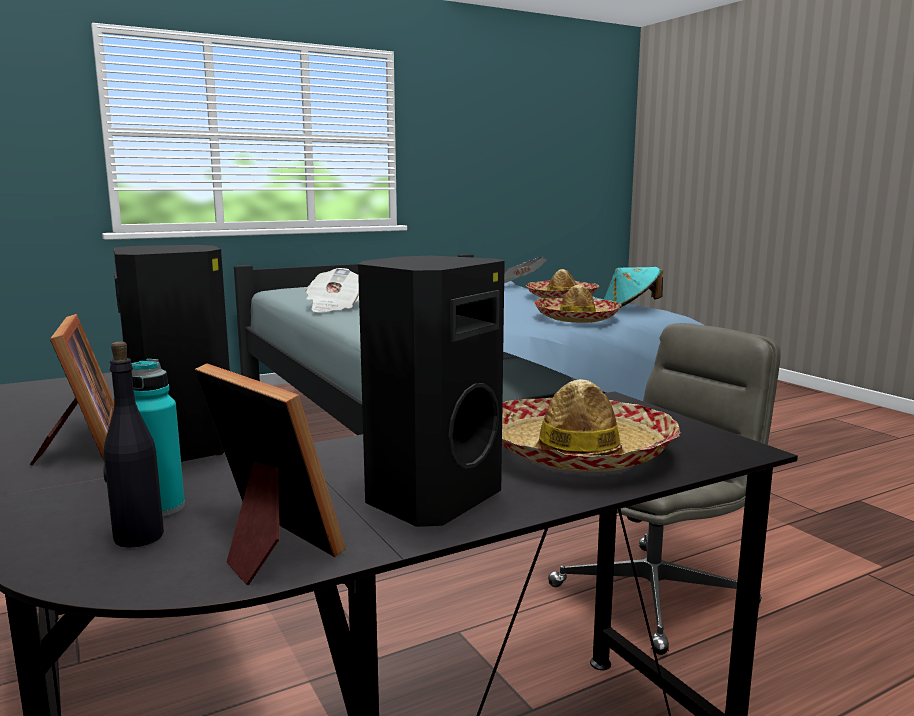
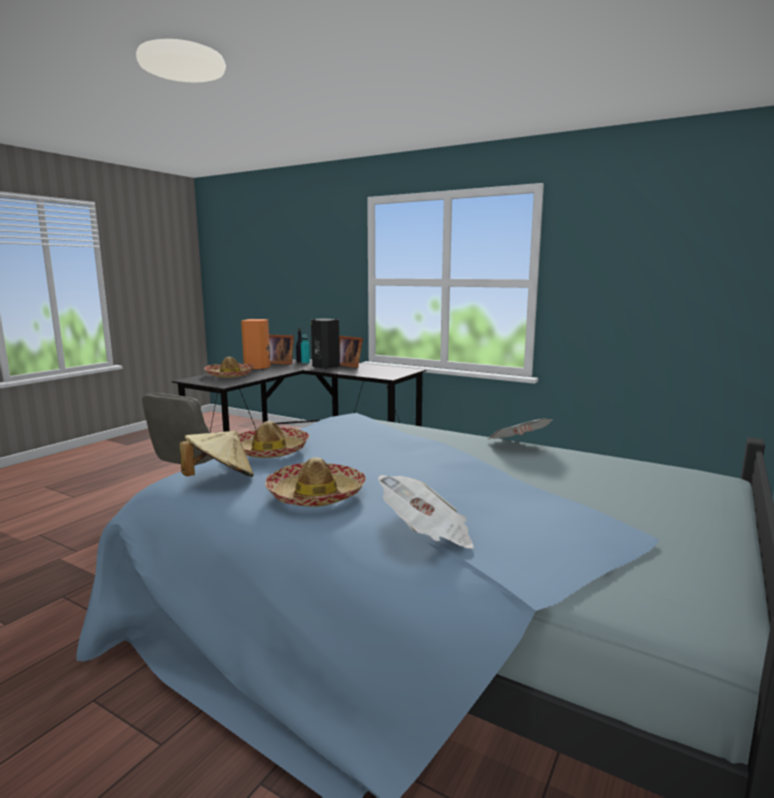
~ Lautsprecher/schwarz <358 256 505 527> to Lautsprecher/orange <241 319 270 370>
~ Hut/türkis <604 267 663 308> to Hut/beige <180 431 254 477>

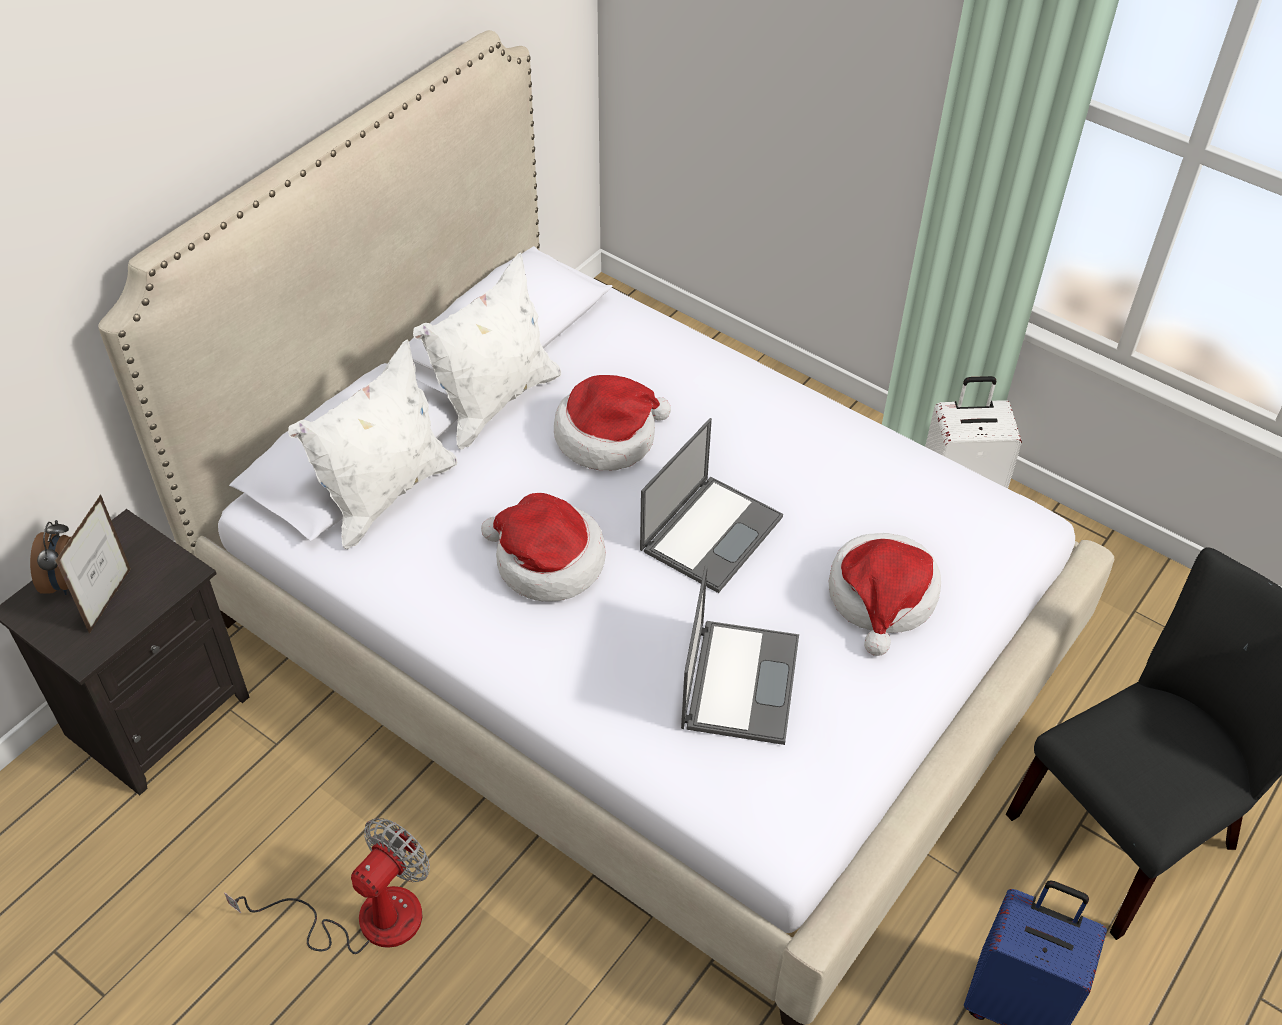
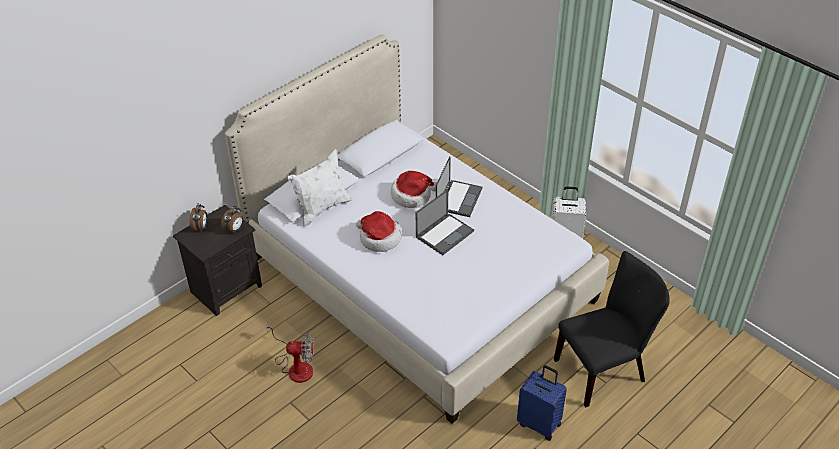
- Bilderrahmen <55 494 131 634>
- Kissen/weiß <413 252 561 450>
- Hut <828 533 941 656>
+ Wecker <221 206 244 234>
~ Laptop <681 565 799 745> to <436 156 483 217>
~ Ventilator <224 818 430 954> = <266 323 314 383> 45 degrees clockwise

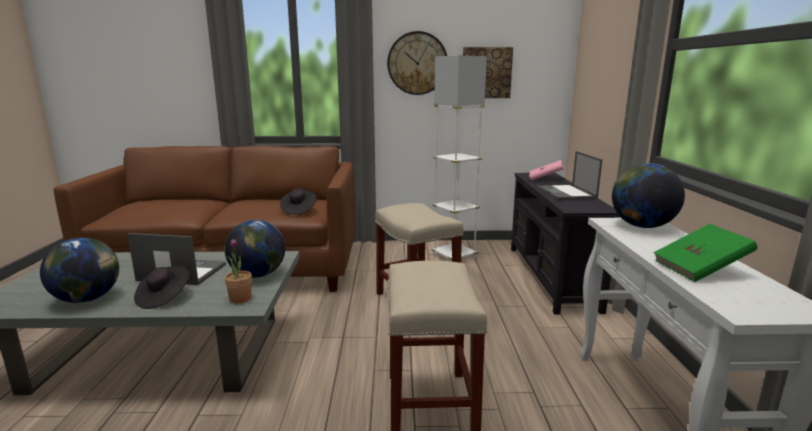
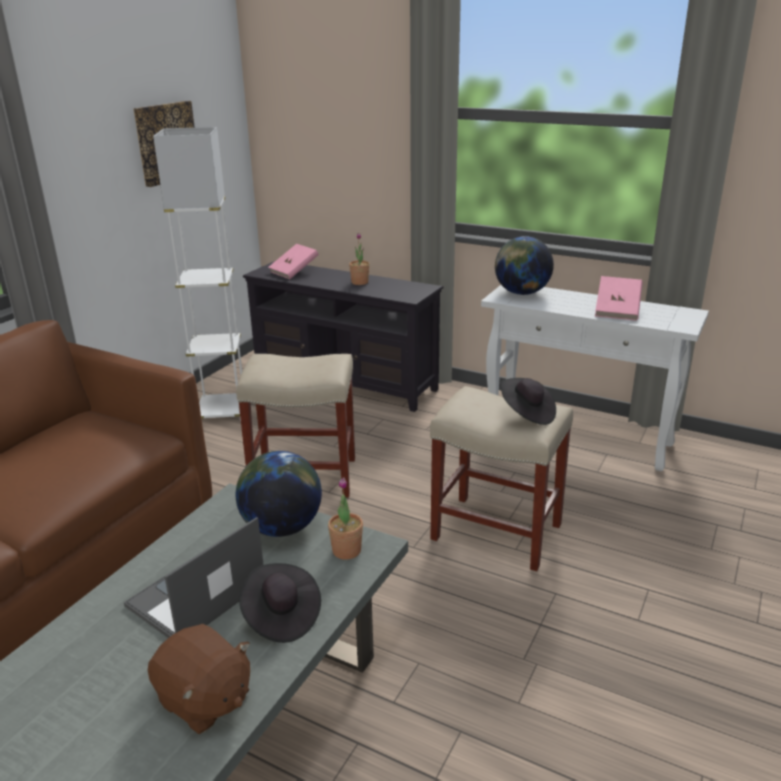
- Wanduhr <387 31 447 95>
~ Hut/schwarz <280 189 317 215> to <501 378 556 425>
~ Globus <40 238 119 303> to Plüschtier/braun <148 624 250 734>
~ Laptop <537 151 602 200> to Topfpflanze <349 233 370 285>
~ Buch/grün <653 224 757 282> to Buch/rosa <595 276 643 321>

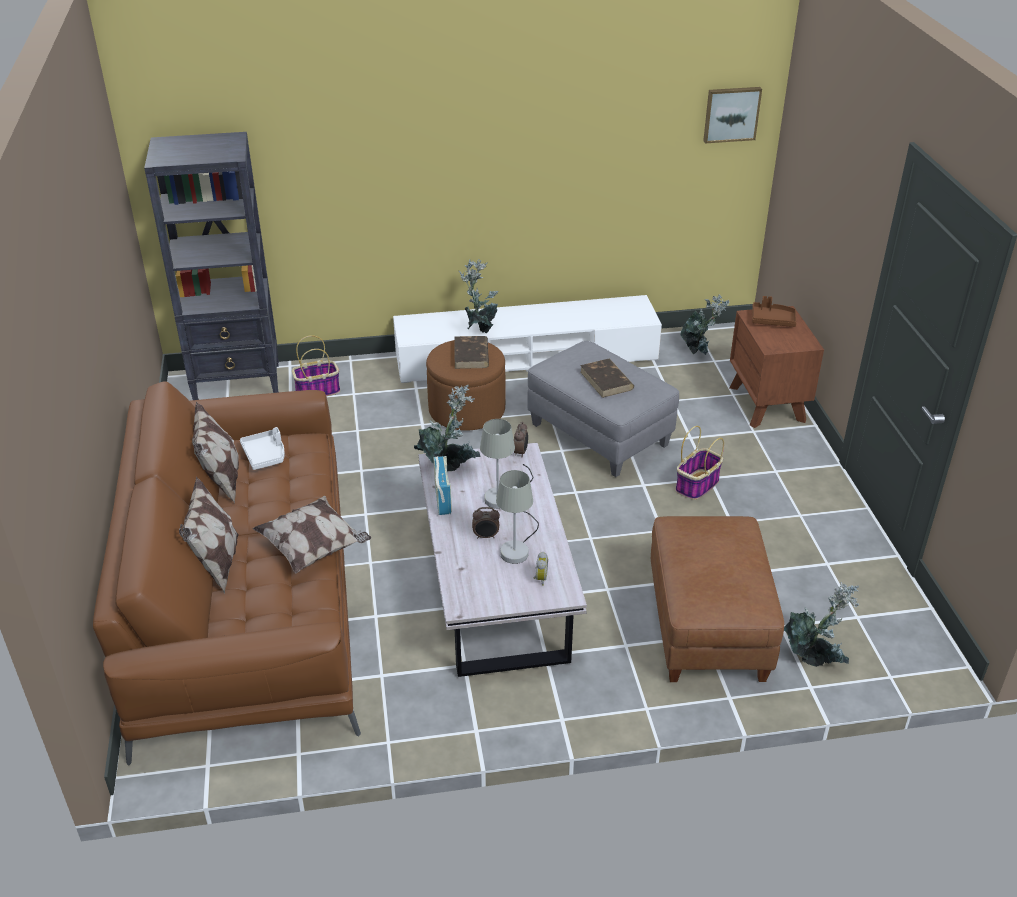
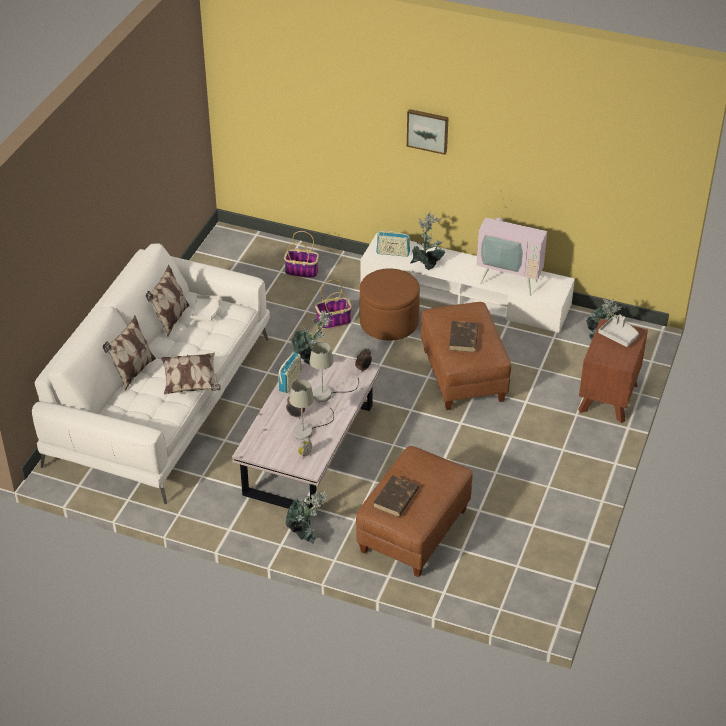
- Bücherregal/schwarz <144 132 279 400>
+ Radio <376 230 410 257>
+ Fernseher <476 191 547 296>
~ Buch/braun <455 336 489 369> to <373 475 419 517>
~ Korb <675 426 724 500> to <315 280 352 329>
~ Bild <703 87 762 144> to <407 109 449 155>
~ Topfpflanze <784 582 859 667> to <286 490 327 544>
~ Sofa/braun <93 381 361 766> to Sofa/weiß <32 244 270 505>
~ Polsterhocker/grau <528 341 679 477> to Polsterhocker/braun <421 302 511 410>
~ Tablett/braun <752 296 797 327> to Tablett/grau <598 314 639 347>

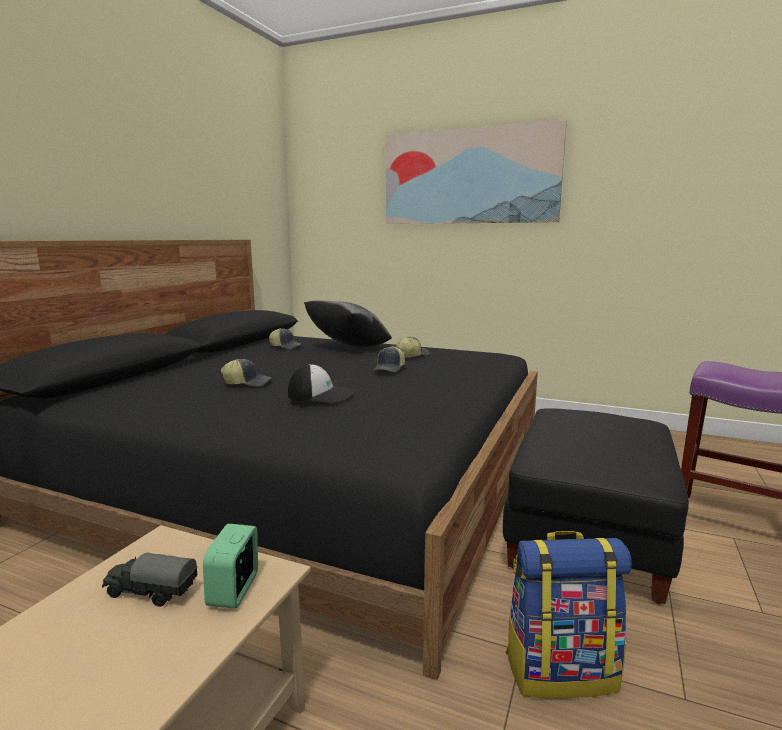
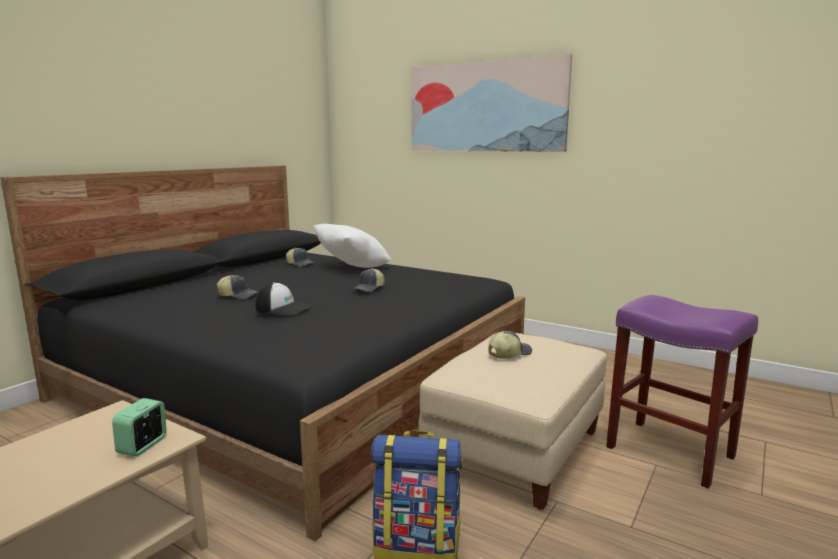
- Spielzeuglaster <102 553 198 607>
~ Kappe <396 337 430 358> to <488 331 532 359>
~ Kissen/schwarz <304 300 392 348> to Kissen/weiß <314 224 391 268>
~ Polsterhocker/schwarz <503 409 689 604> to Polsterhocker/beige <419 332 607 510>

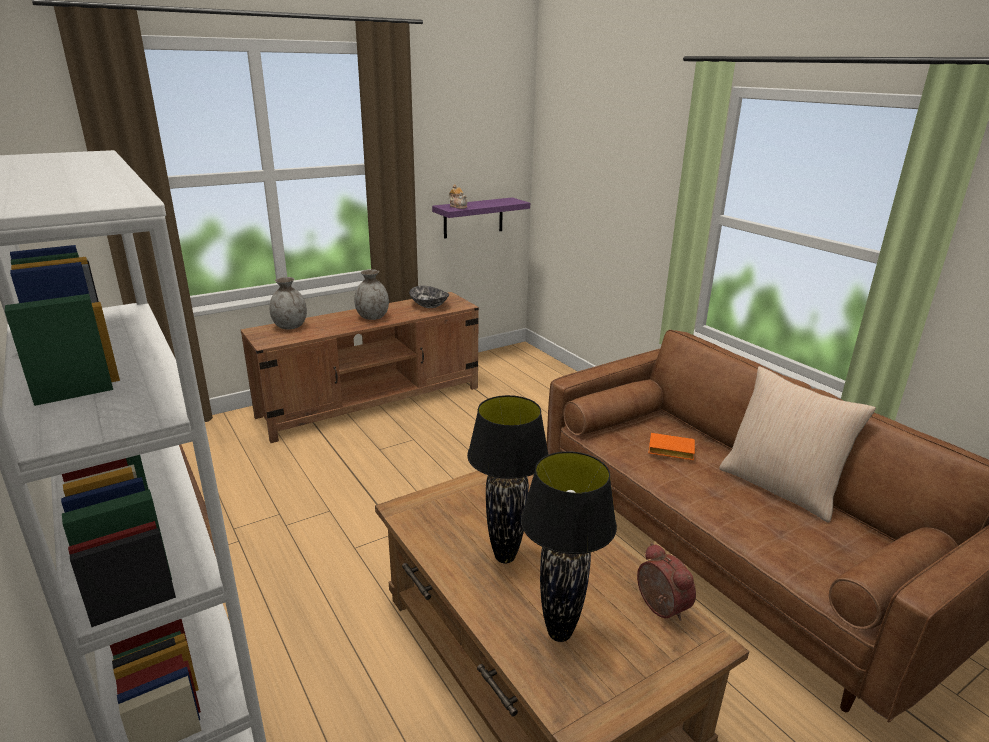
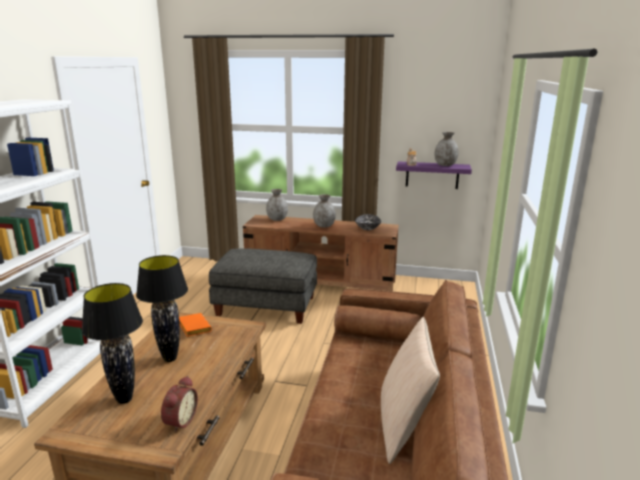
+ Polsterhocker/grau <209 248 317 324>
+ Vase/grau <434 132 459 166>
~ Buch/orange <649 433 695 460> to <179 313 212 337>

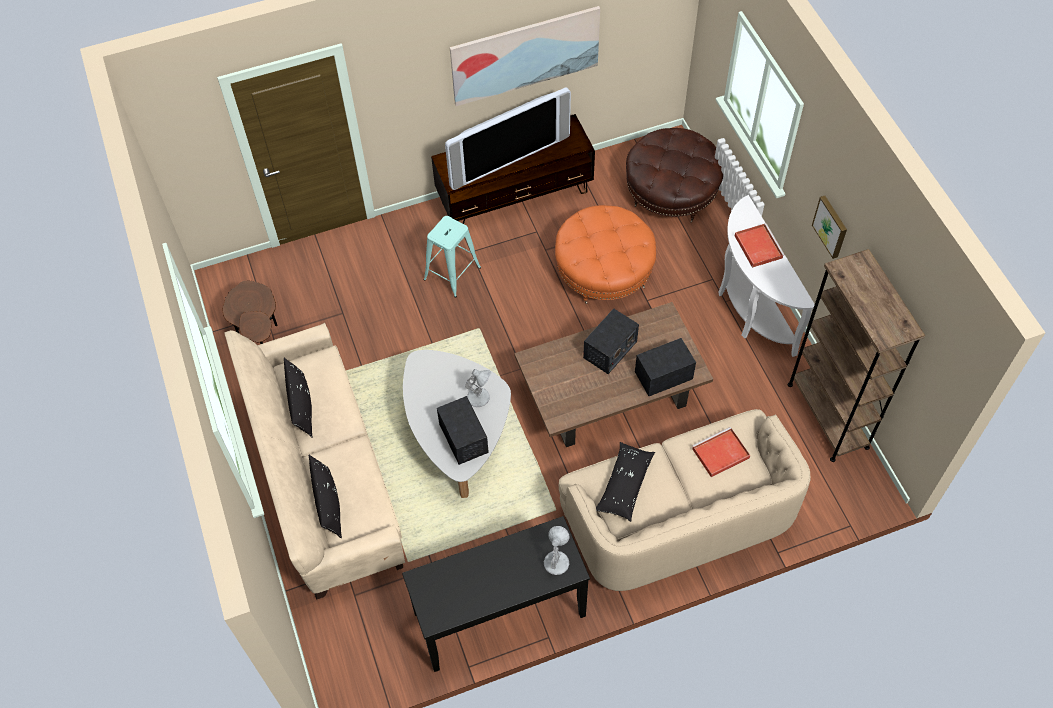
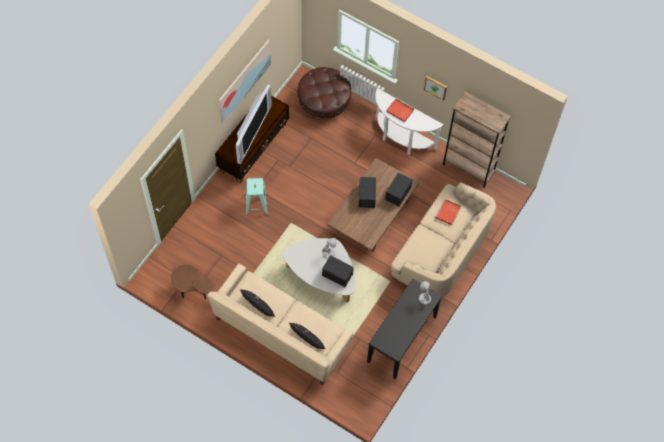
- Polsterhocker/orange <555 205 656 304>
- Kissen/schwarz <596 442 655 522>

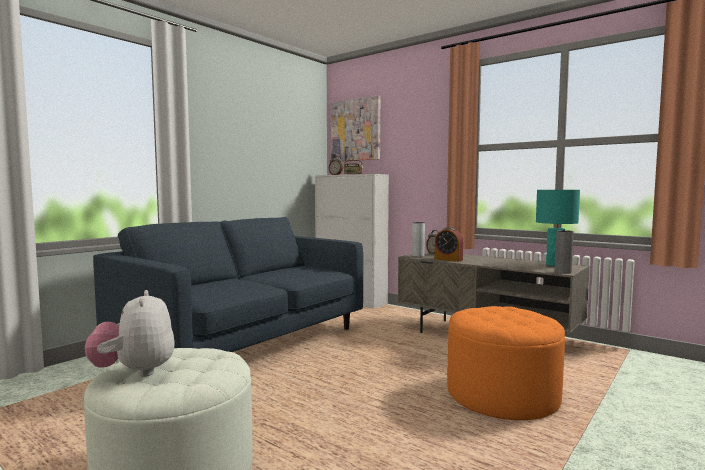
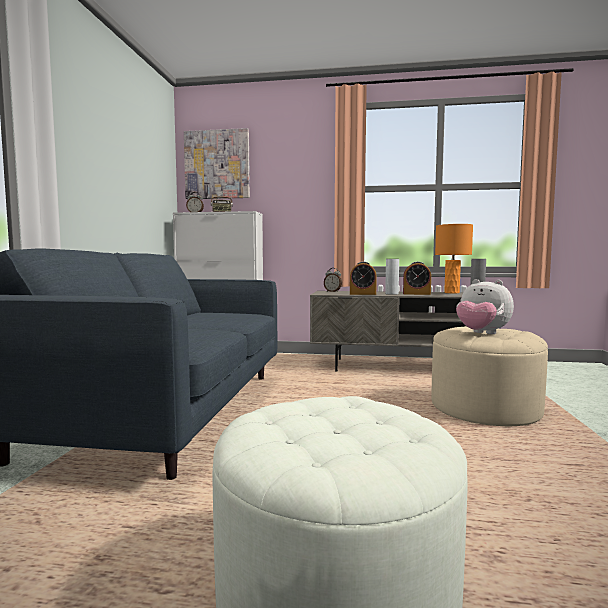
+ Wecker <403 262 431 295>
~ Plüschtier <85 290 175 377> to <456 279 514 334>
~ Vase/grau <412 222 425 257> to <385 259 399 295>
~ Polsterhocker/orange <448 306 565 420> to Polsterhocker/beige <432 326 548 426>
~ Tischlampe/türkis <536 190 580 266> to Tischlampe/orange <435 224 473 293>

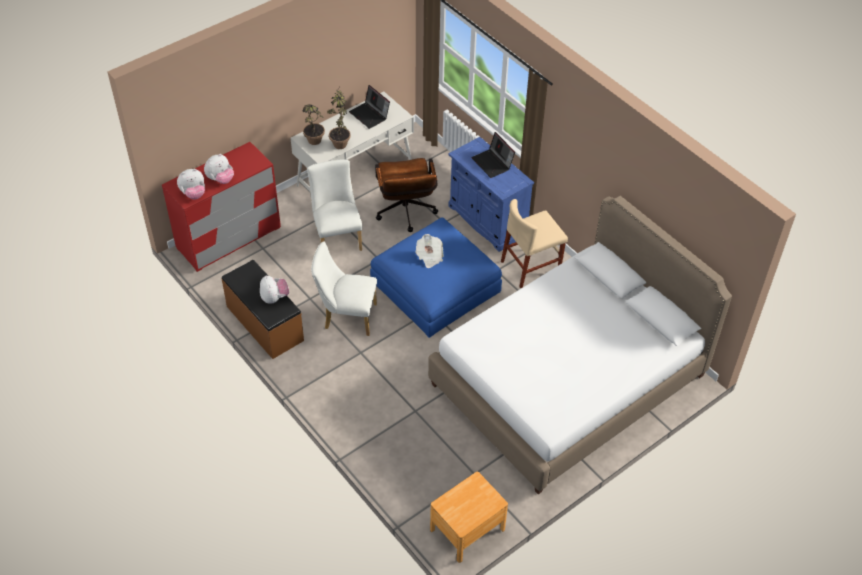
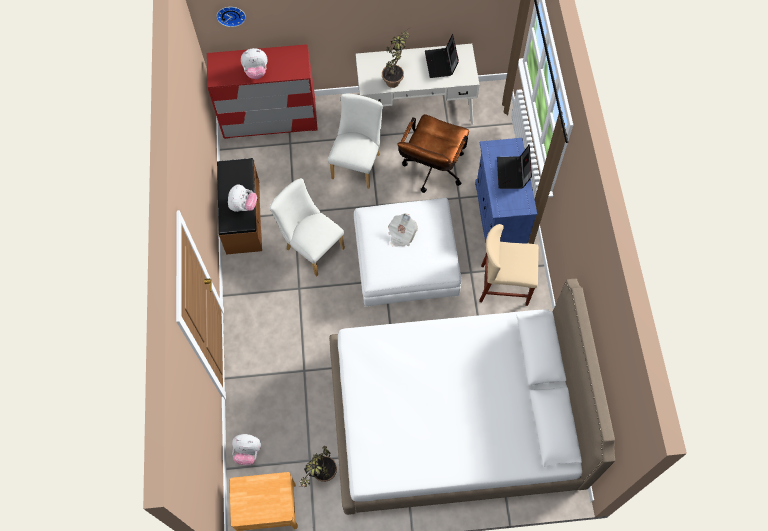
+ Wanduhr <216 7 246 27>
~ Plüschtier <177 169 205 199> to <232 434 261 465>
~ Topfpflanze <302 104 325 145> to <298 446 337 487>
~ Polsterhocker/blau <370 217 502 338> to Polsterhocker/weiß <354 198 461 307>

